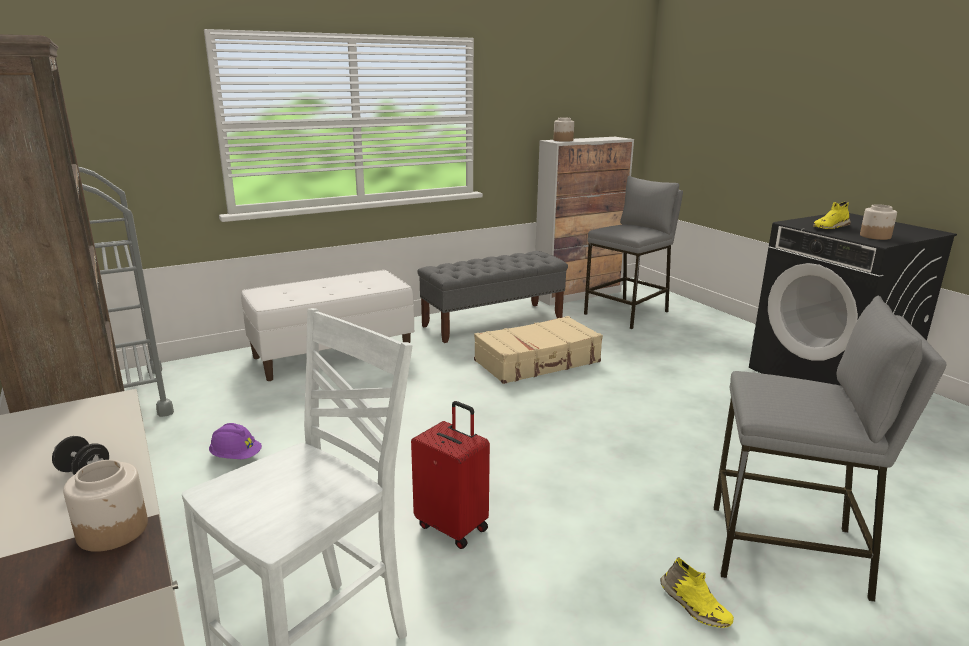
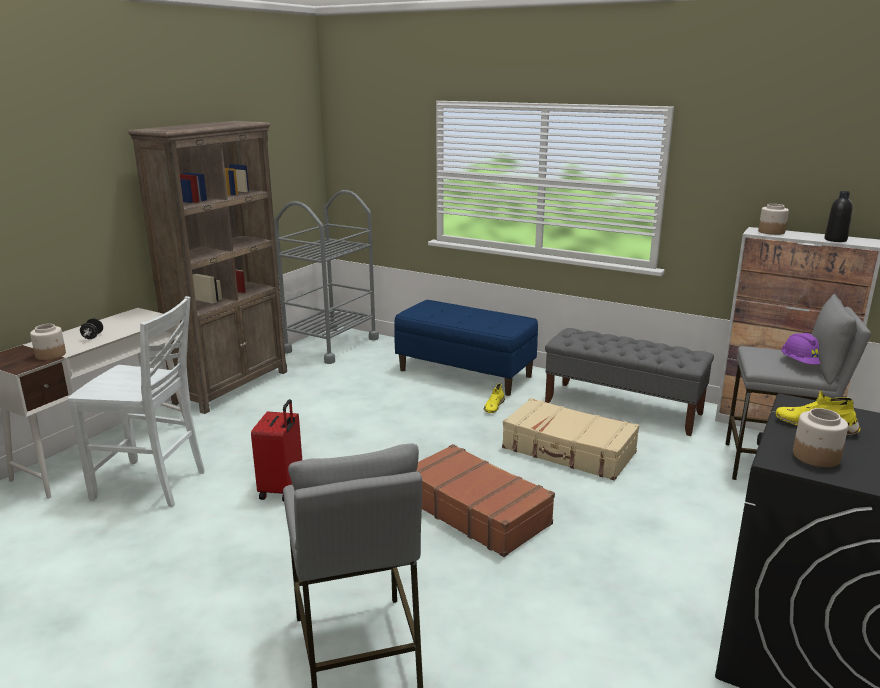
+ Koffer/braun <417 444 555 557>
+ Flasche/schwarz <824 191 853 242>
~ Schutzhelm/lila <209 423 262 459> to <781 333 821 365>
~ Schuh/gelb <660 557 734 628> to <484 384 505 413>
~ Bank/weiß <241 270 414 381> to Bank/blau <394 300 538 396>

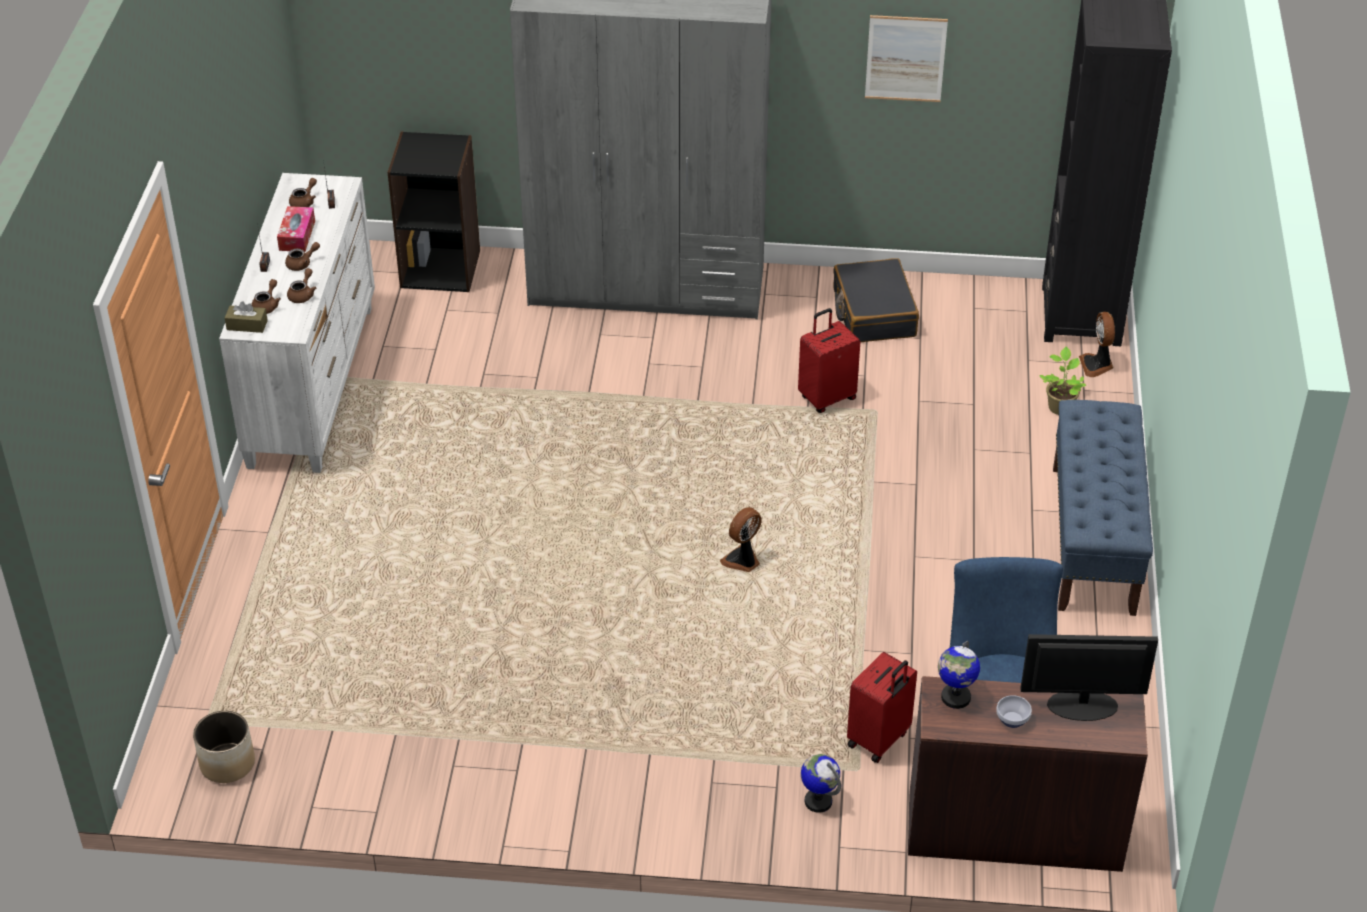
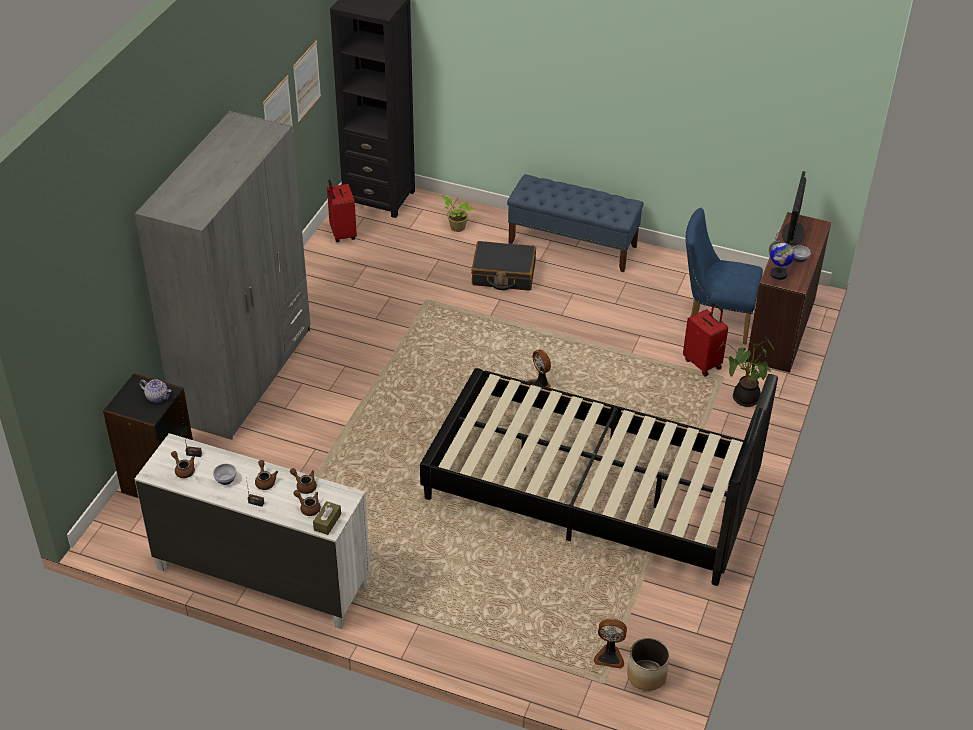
+ Teekanne <139 379 171 403>
+ Bild <293 41 321 122>
+ Bett/schwarz <420 368 778 586>
~ Koffer/rot <798 308 860 413> to <327 180 357 242>
~ Koffer/schwarz <833 258 919 343> to <471 241 536 291>
~ Ventilator <1079 312 1115 377> to <594 619 627 669>
~ Taschentuchbox <277 206 315 252> to Schüssel <213 464 237 485>
~ Globus <801 754 841 813> to Topfpflanze <717 338 774 407>

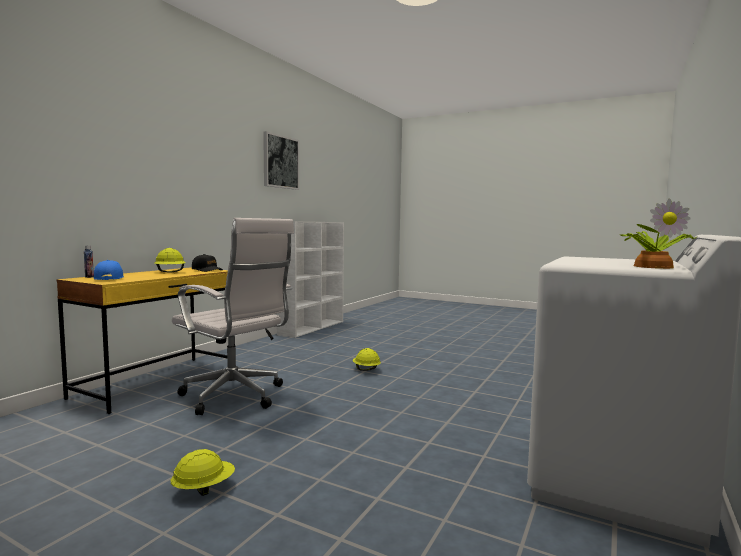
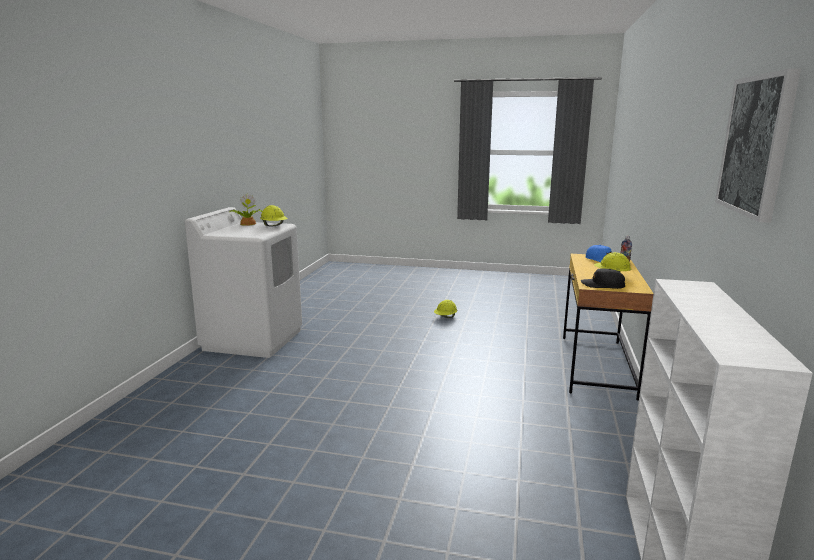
- Bürostuhl/weiß <172 218 294 415>
~ Schutzhelm/gelb <353 348 381 371> to <260 205 287 227>

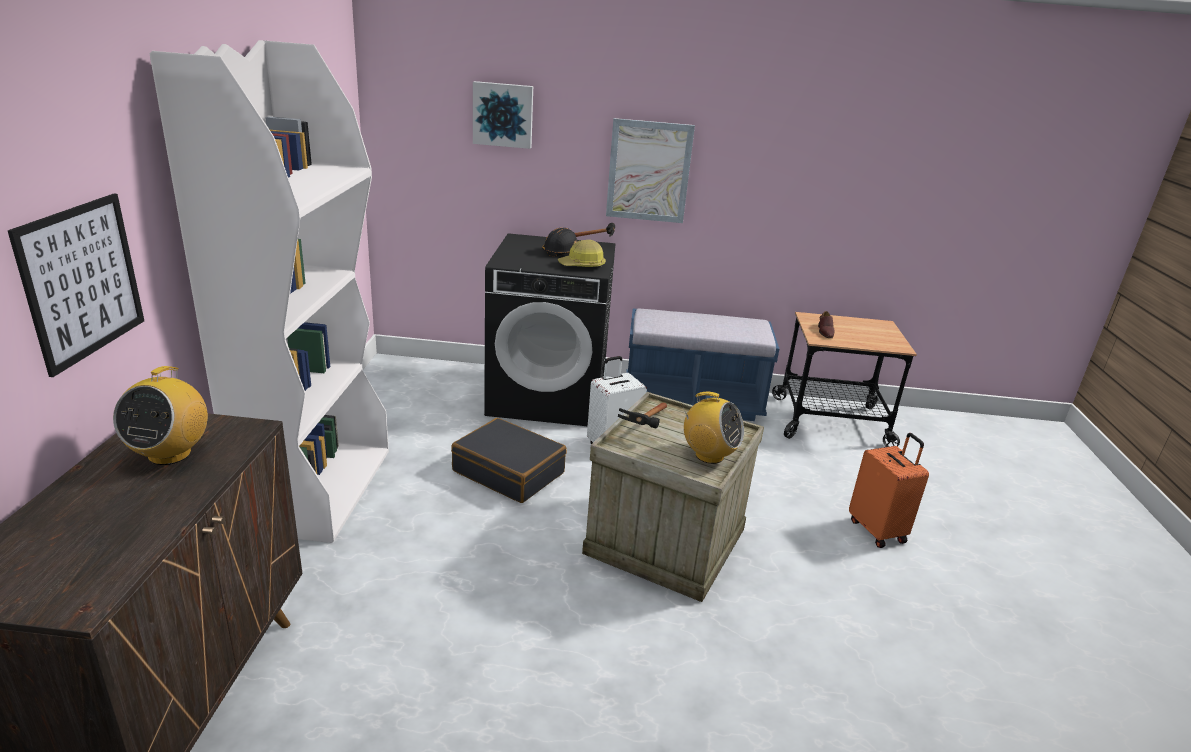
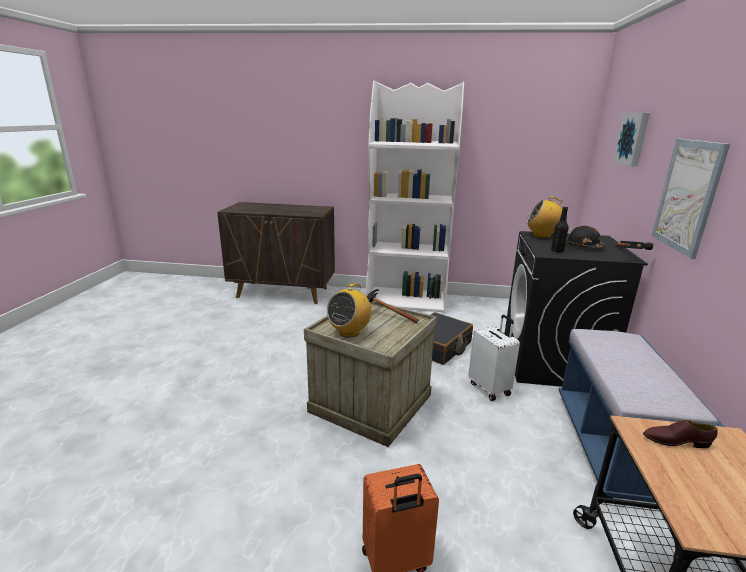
- Bild <8 193 144 377>
~ Radio <113 366 208 465> to <526 196 562 238>
~ Schutzhelm <558 240 606 267> to Flasche/schwarz <551 206 569 253>

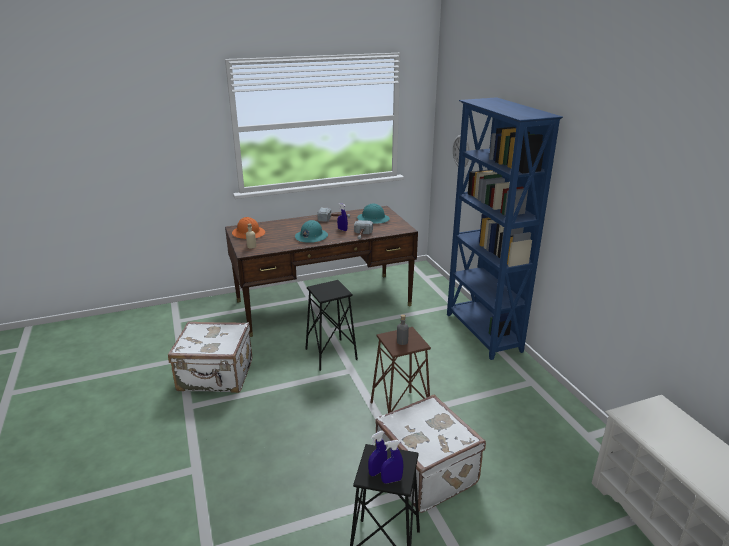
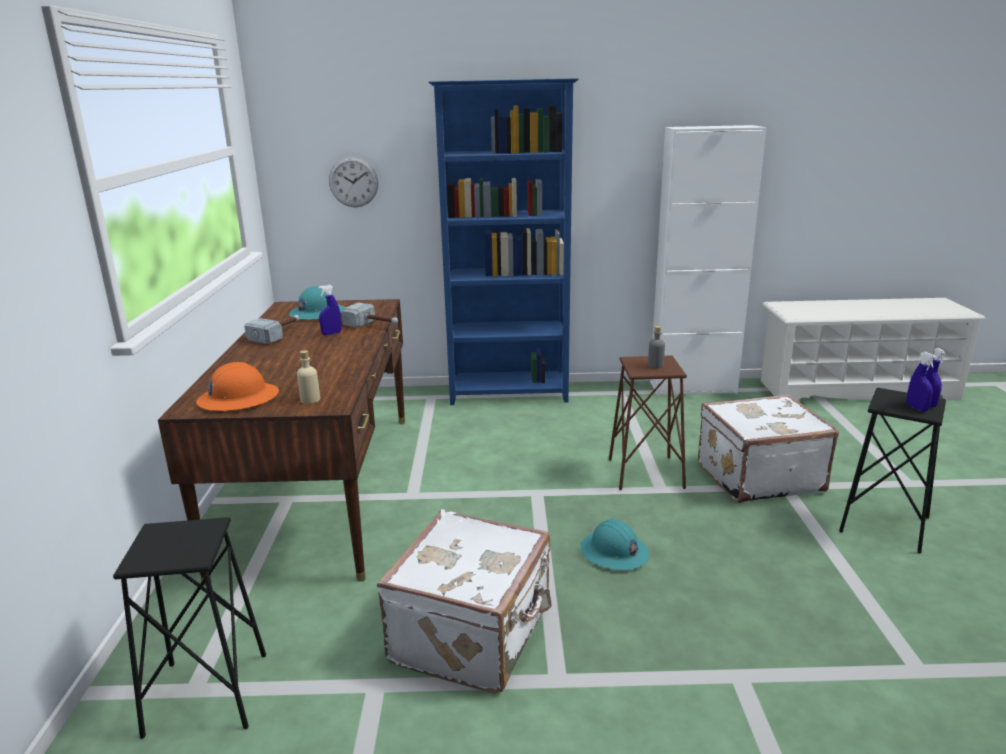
+ Schrank/weiß <650 125 766 396>
~ Schutzhelm/türkis <295 220 328 243> to <581 519 649 570>
~ Hocker/schwarz <306 280 358 371> to <113 517 266 739>

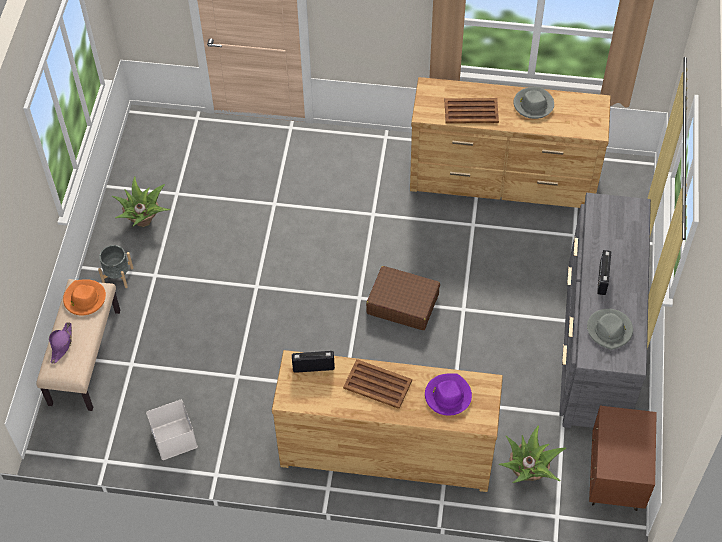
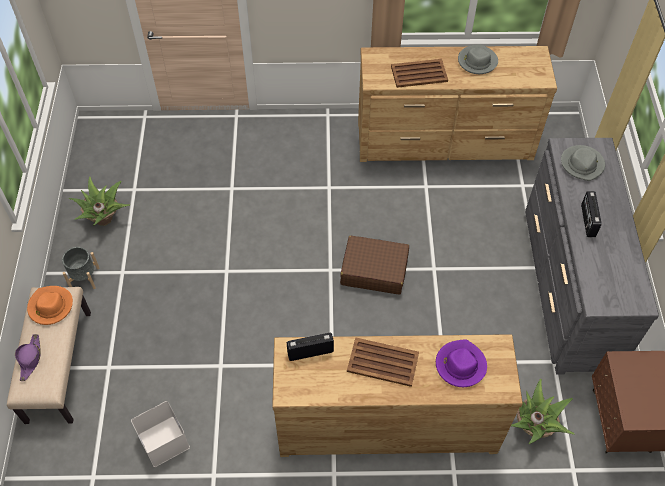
~ Hut/grau <587 309 633 350> to <561 145 605 181>

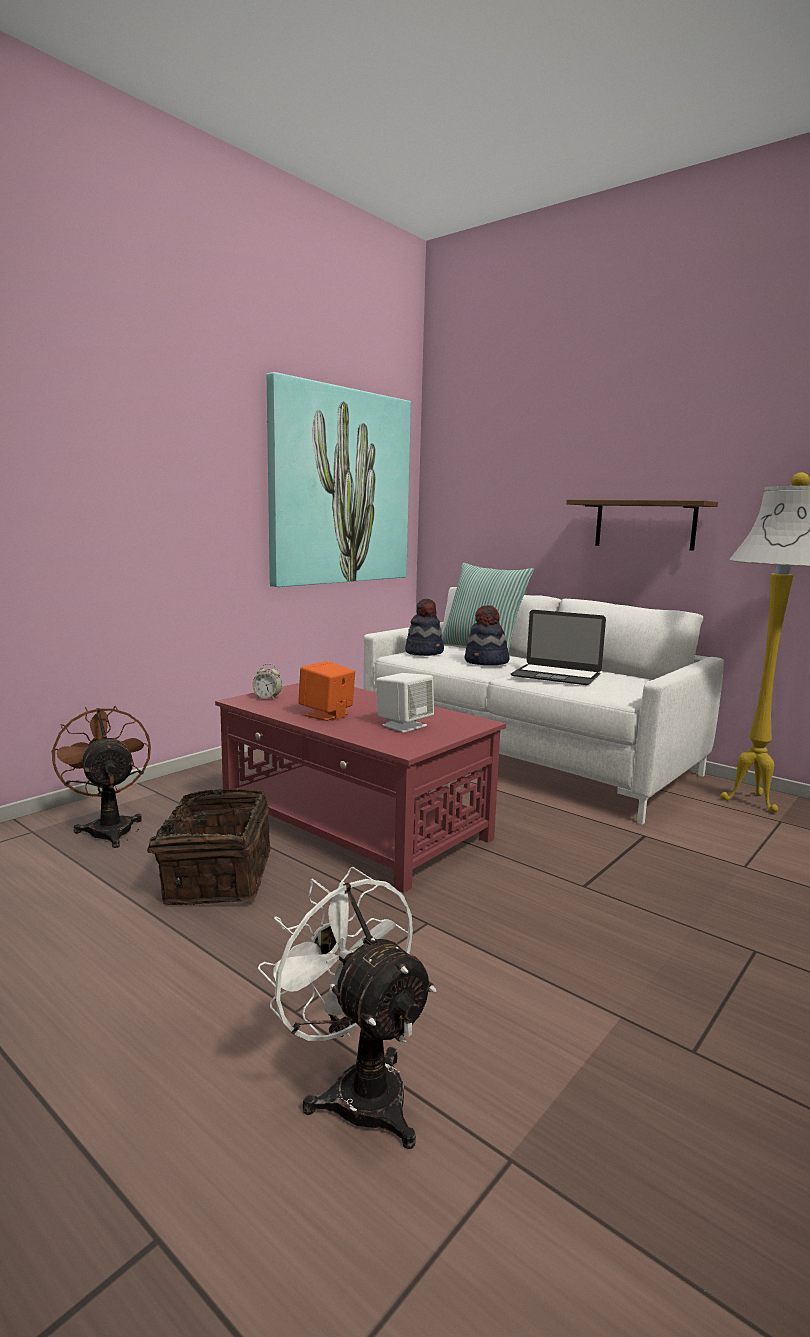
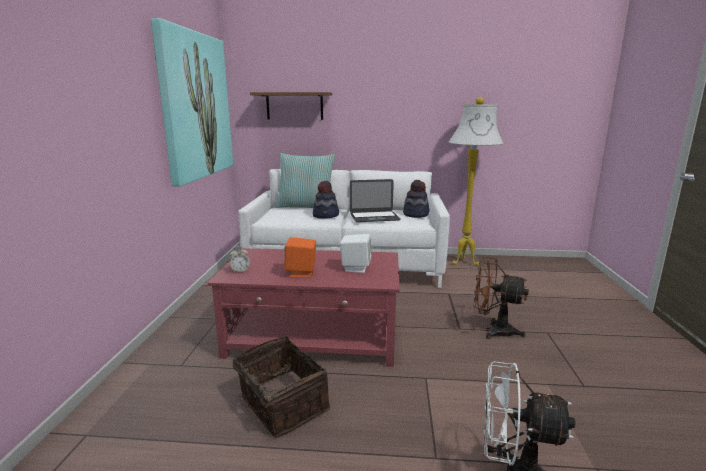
~ Ventilator/braun <51 706 151 848> to <473 257 529 339>
~ Hut <405 599 444 656> to <403 180 429 218>
~ Wandregal <566 500 718 551> to <250 92 332 120>

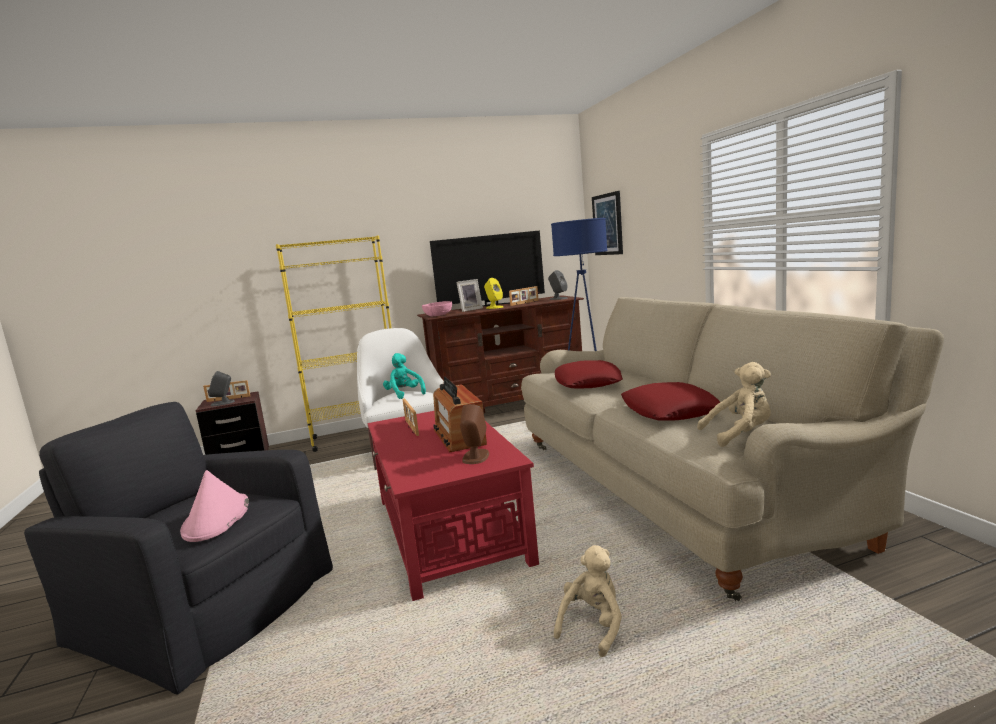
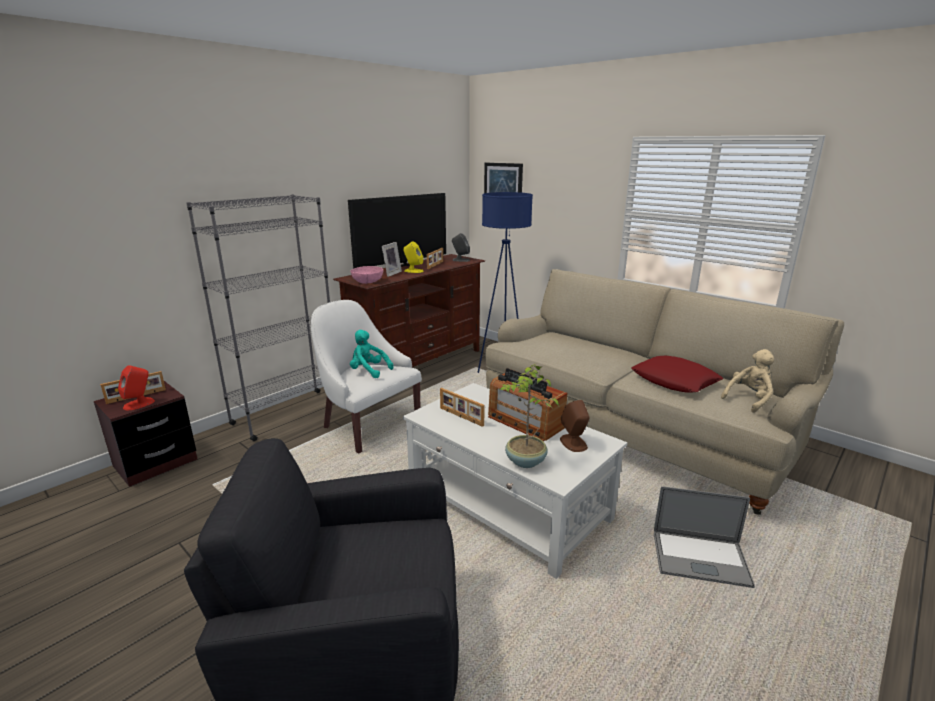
- Hut/rosa <180 470 249 542>
- Kissen/rot <555 360 622 389>
+ Topfpflanze <500 364 559 468>
~ Plüschtier/beige <554 545 622 657> to Laptop <654 486 755 588>
~ Lautsprecher/grau <209 371 235 406> to Lautsprecher/rot <118 365 155 411>
~ Bücherregal/gelb <276 235 392 452> to Bücherregal/grau <186 194 330 441>
~ Couchtisch/rot <368 411 539 601> to Couchtisch/weiß <403 383 627 579>

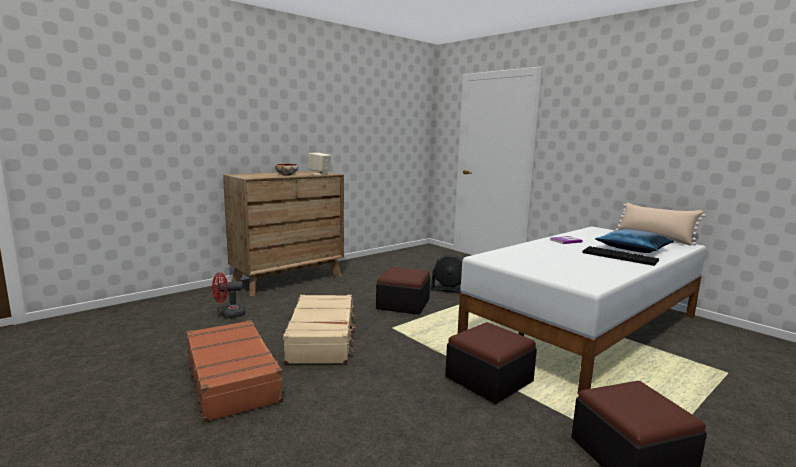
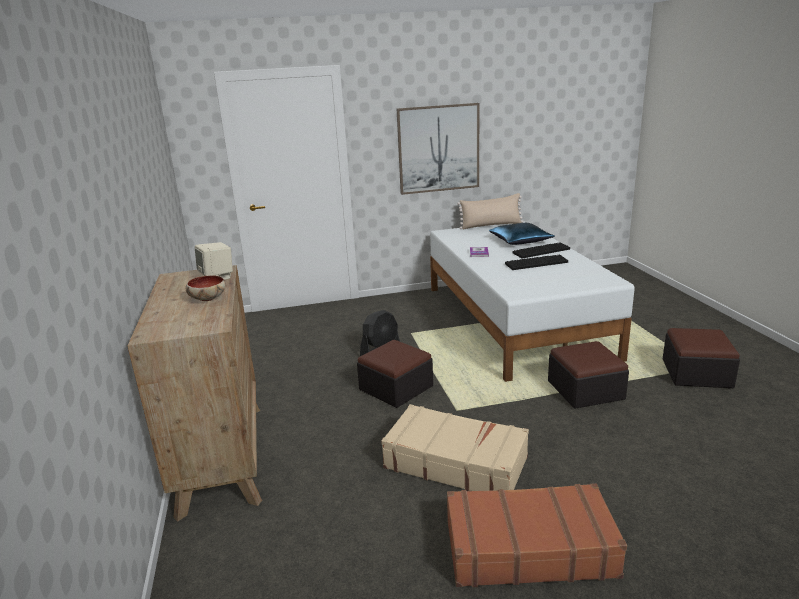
- Ventilator/rot <212 272 246 318>
+ Bild <397 103 479 195>
+ Tastatur <505 255 568 270>

